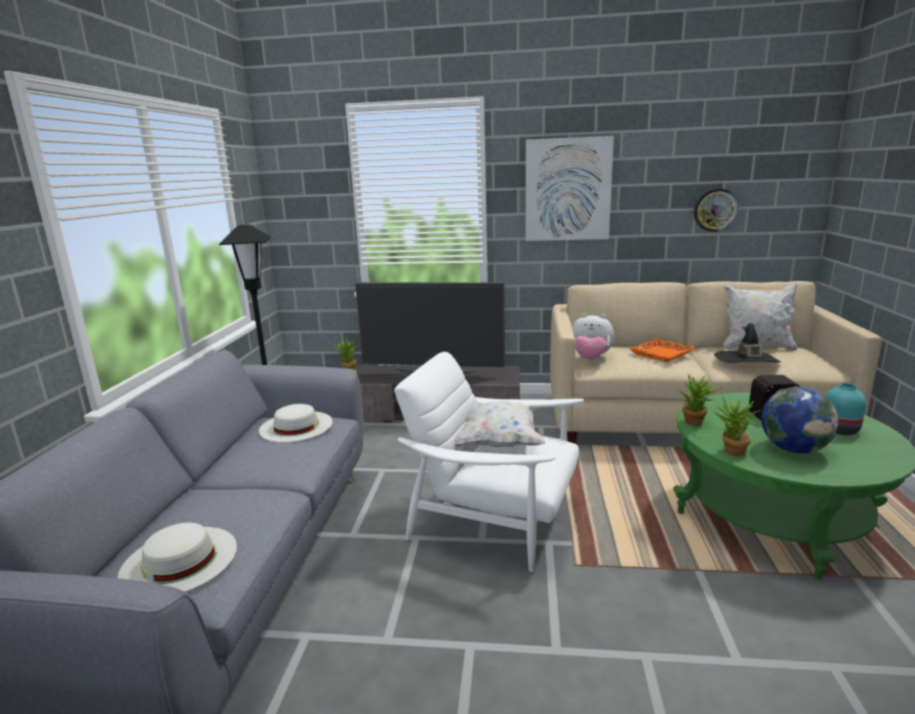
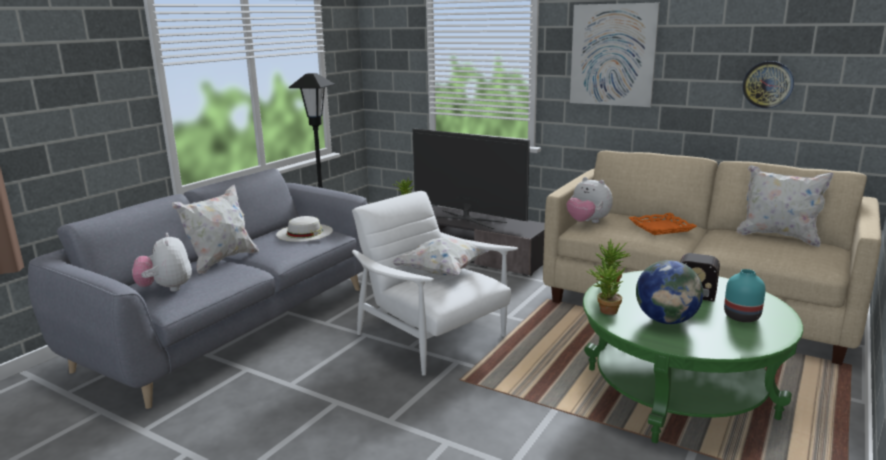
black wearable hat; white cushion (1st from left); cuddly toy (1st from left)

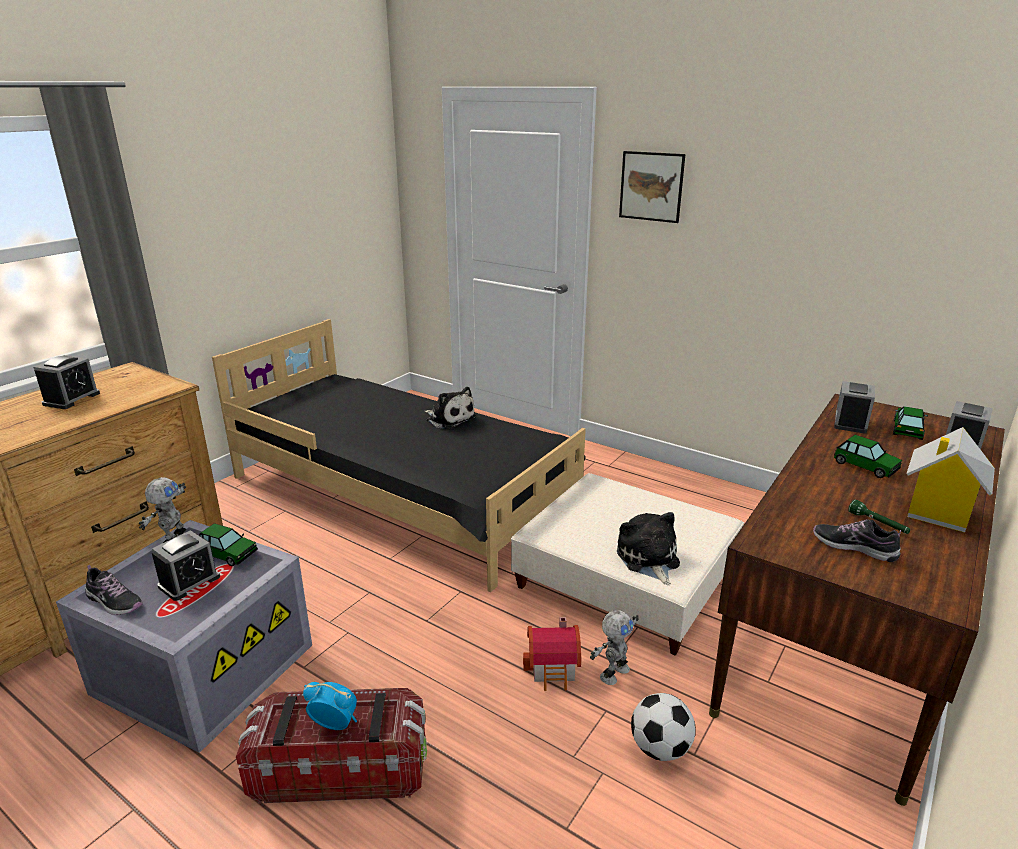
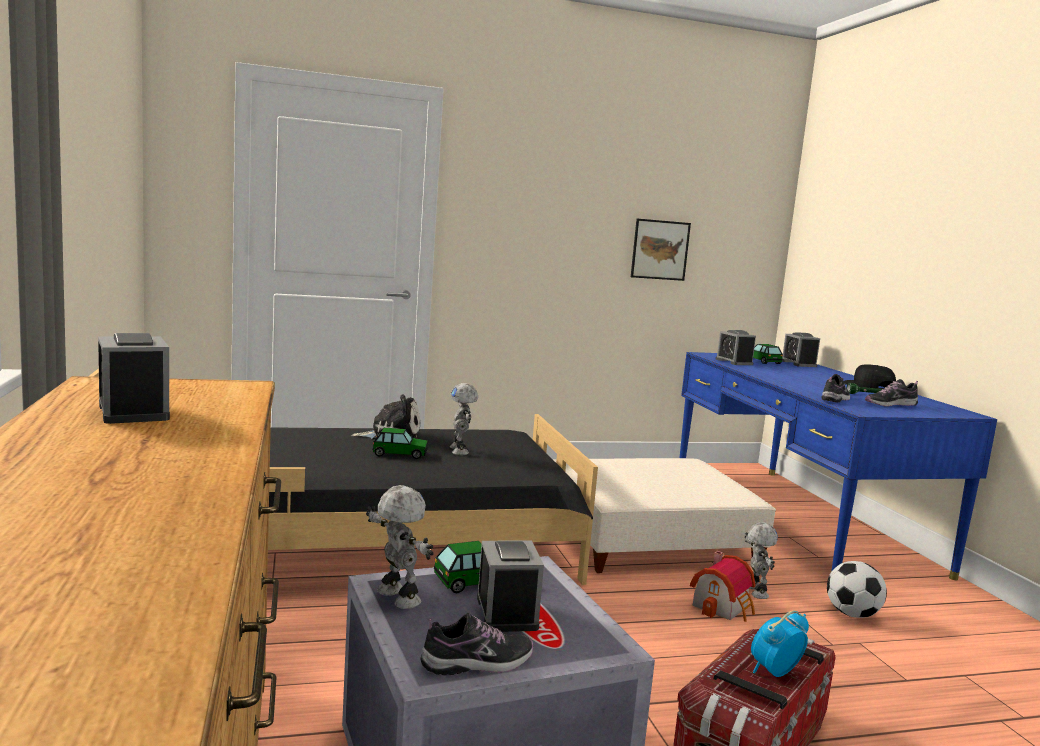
cuddly toy (2nd from left in the first image); model robot (2nd from left); low shoe (2nd from left); picture; toy car (1st from left); black cap; bluish desk

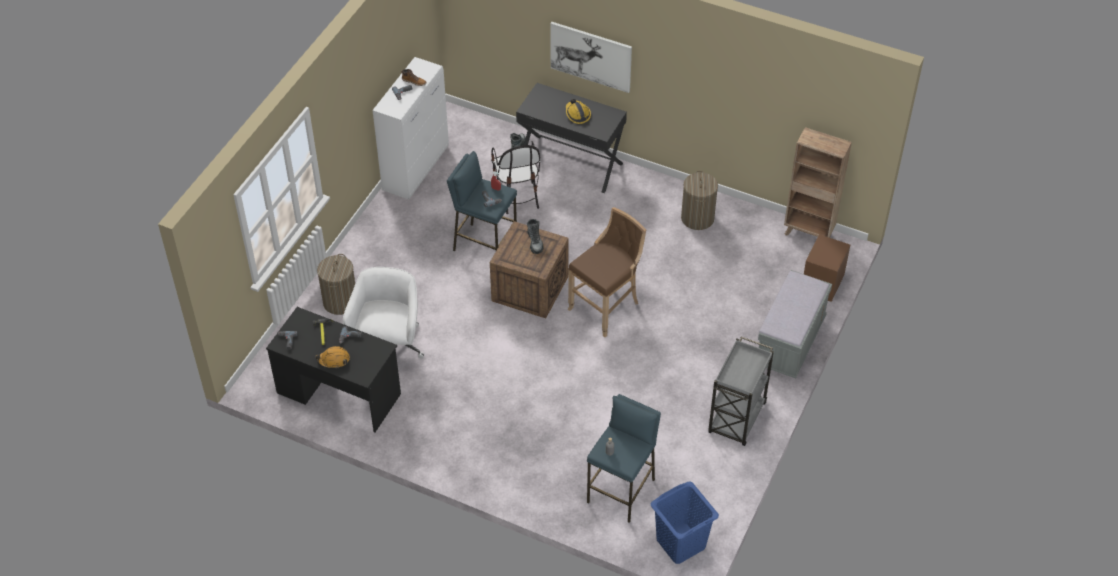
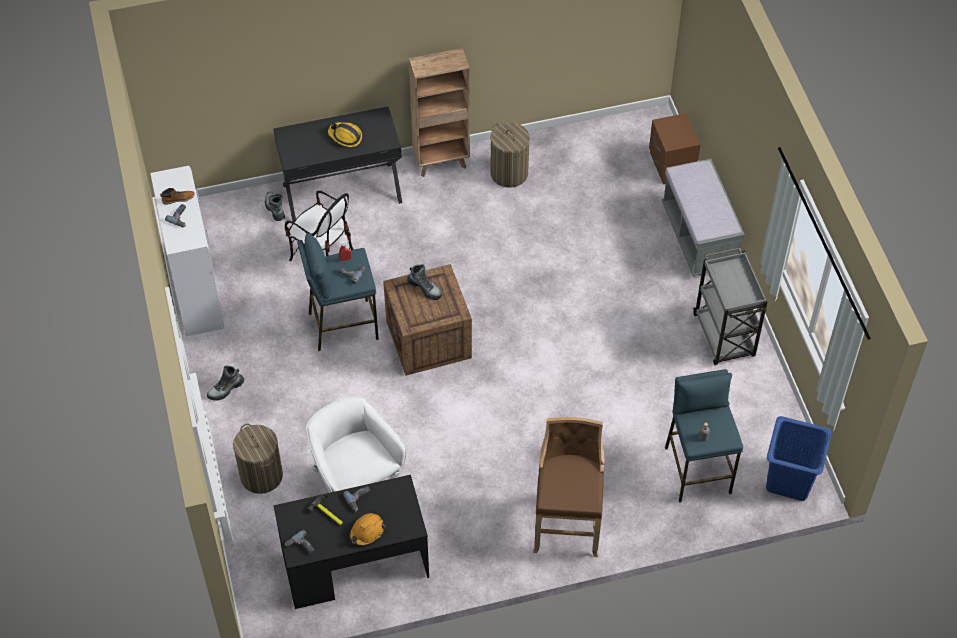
picture; high-top boot (2nd from left); brown stool seat; brown bookcase

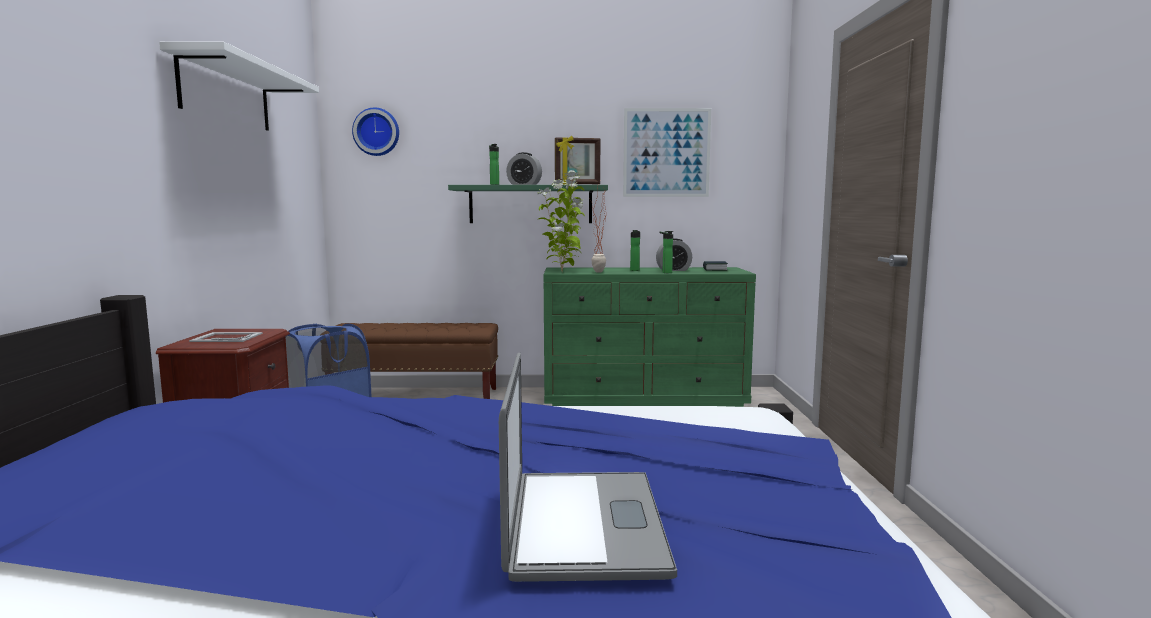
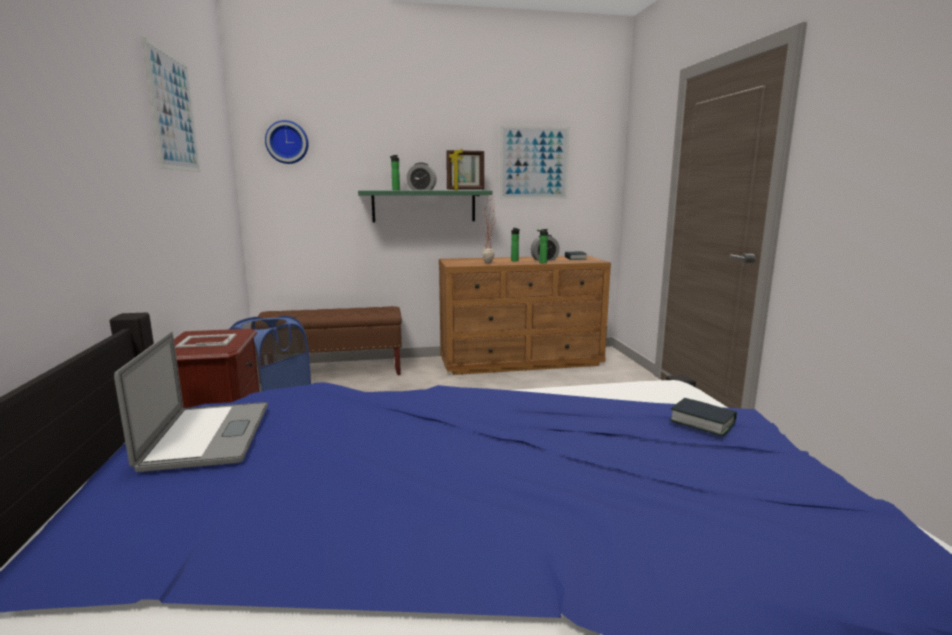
potted plant (1st from left in the first image); volume (2nd from left); portable computer; picture (1st from left); brown chest of drawers

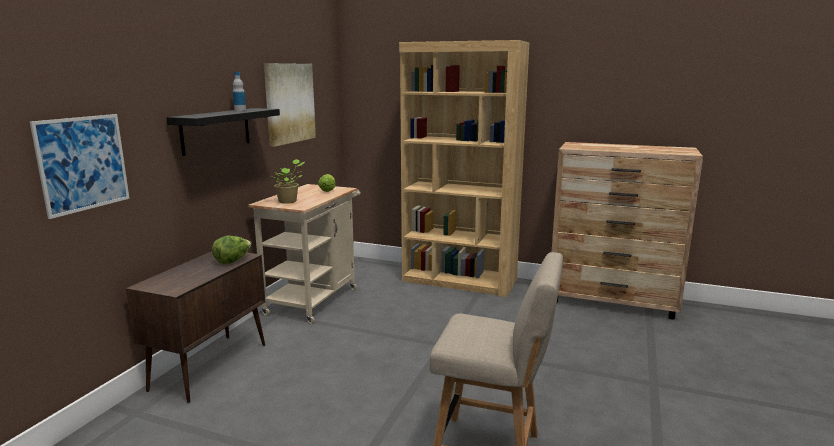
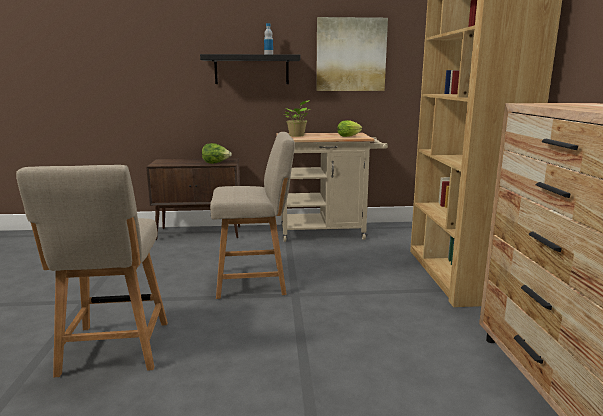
picture (1st from left in the first image); sand-coloured chair (2nd from left)

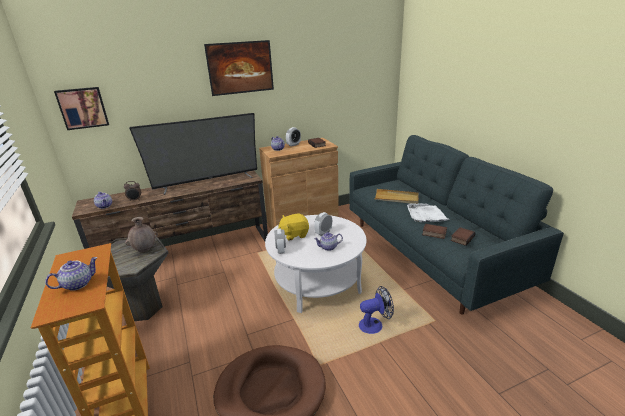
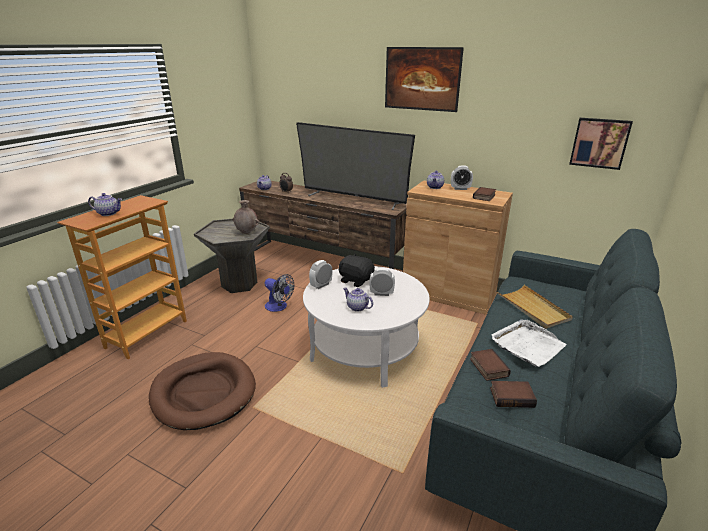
picture (2nd from left); fan; black cuddly toy

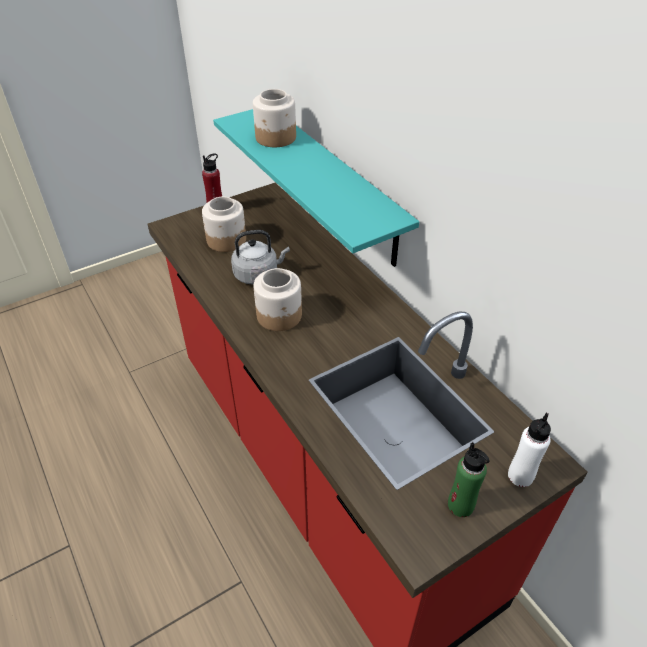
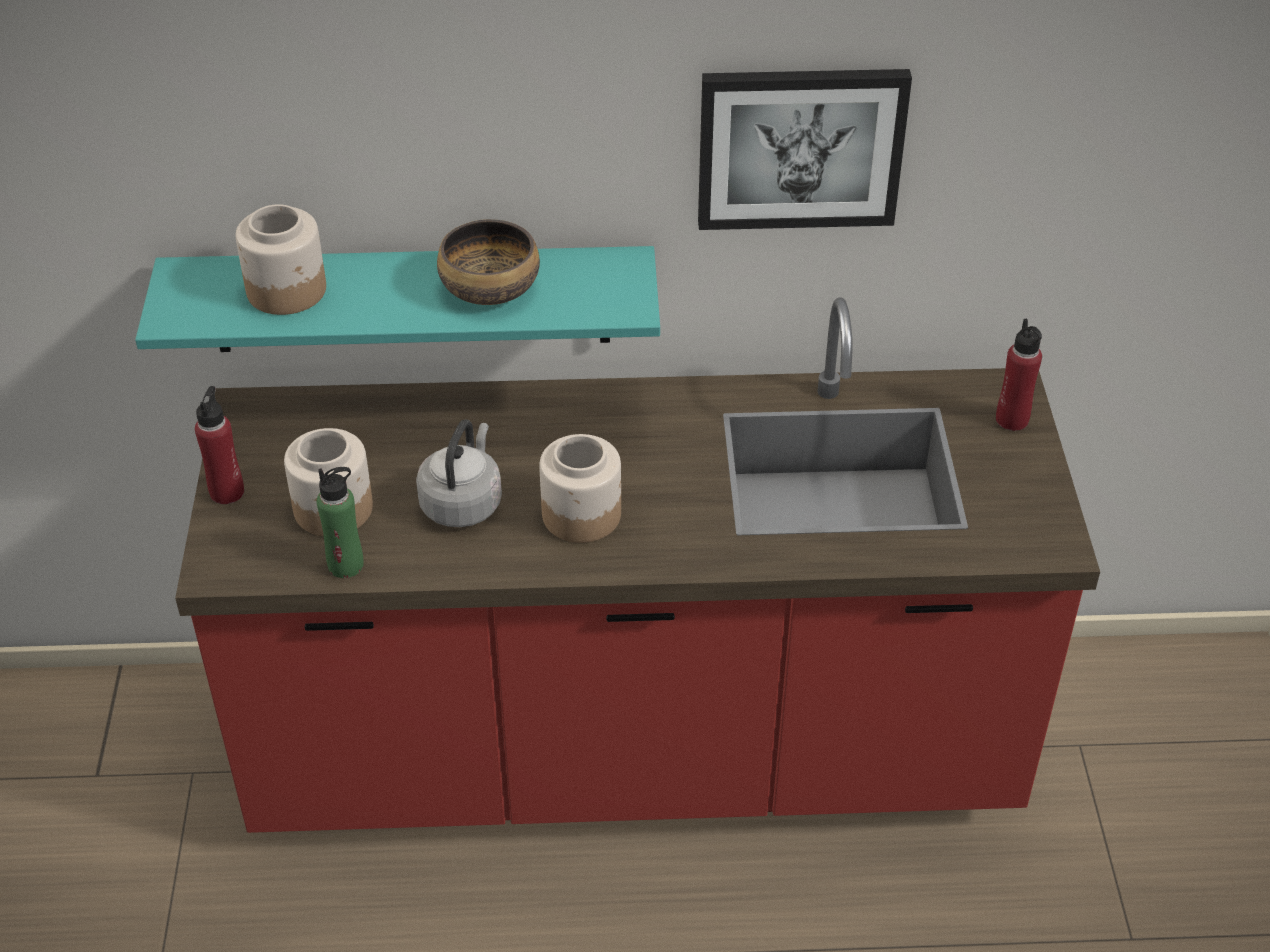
deep dish; picture; green-coloured bottle; red-coloured bottle (2nd from left)

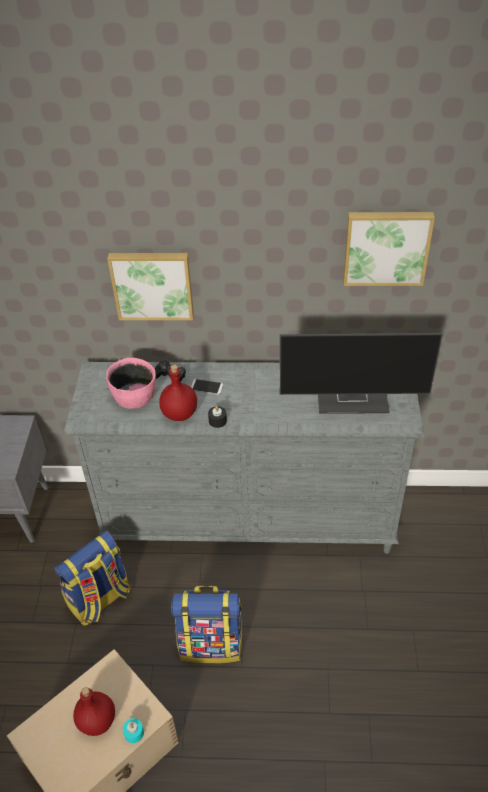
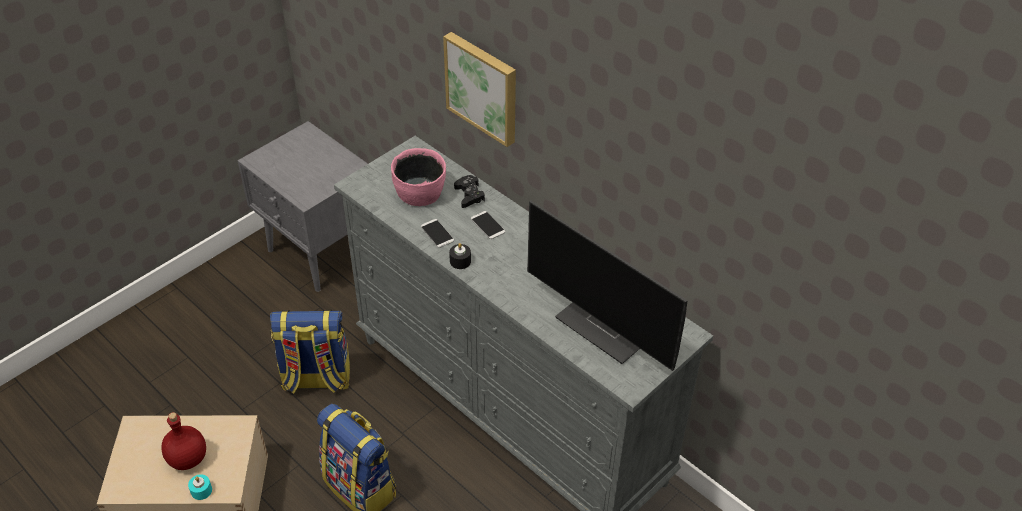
picture (2nd from left in the first image); phone (1st from left)

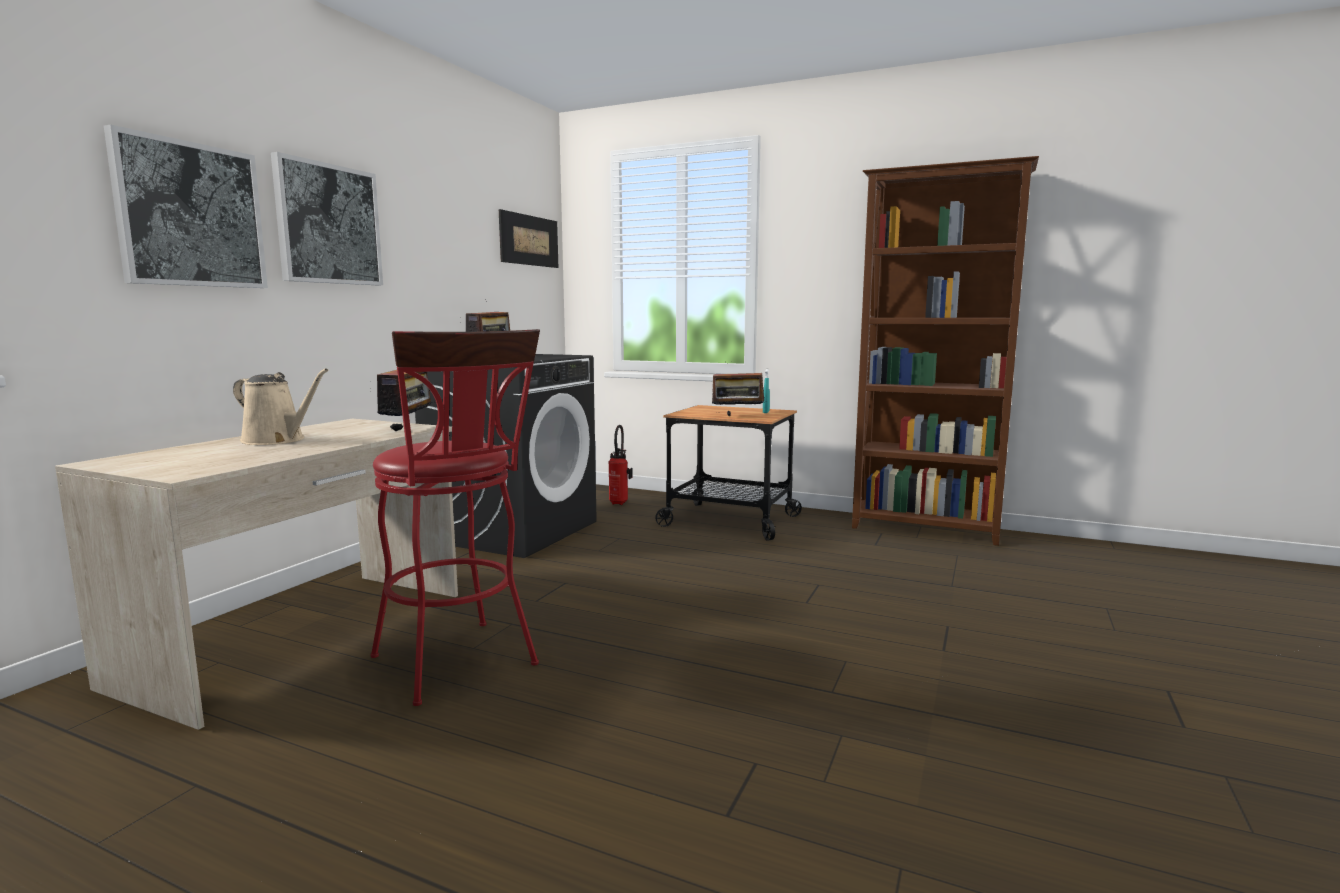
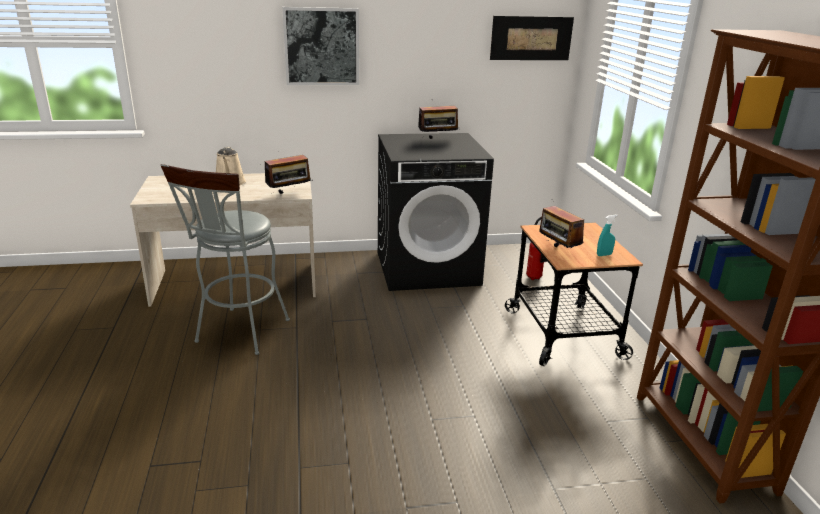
picture (1st from left in the first image); grey stool seat

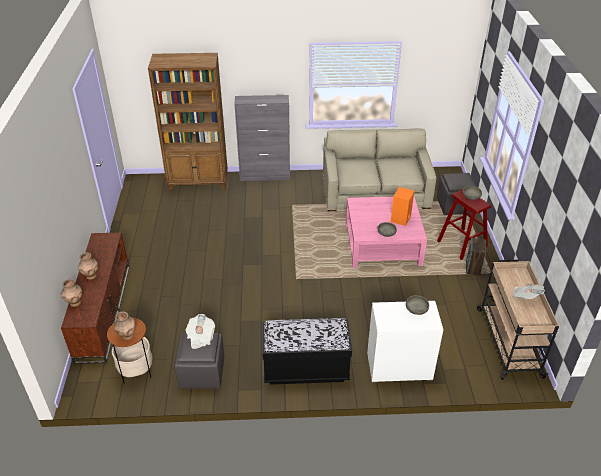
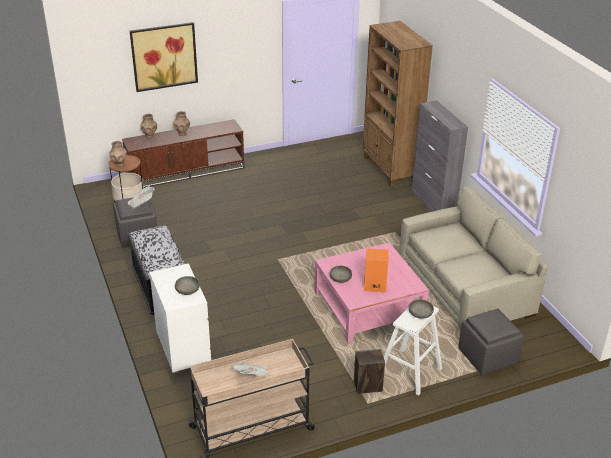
picture; white stool seat

